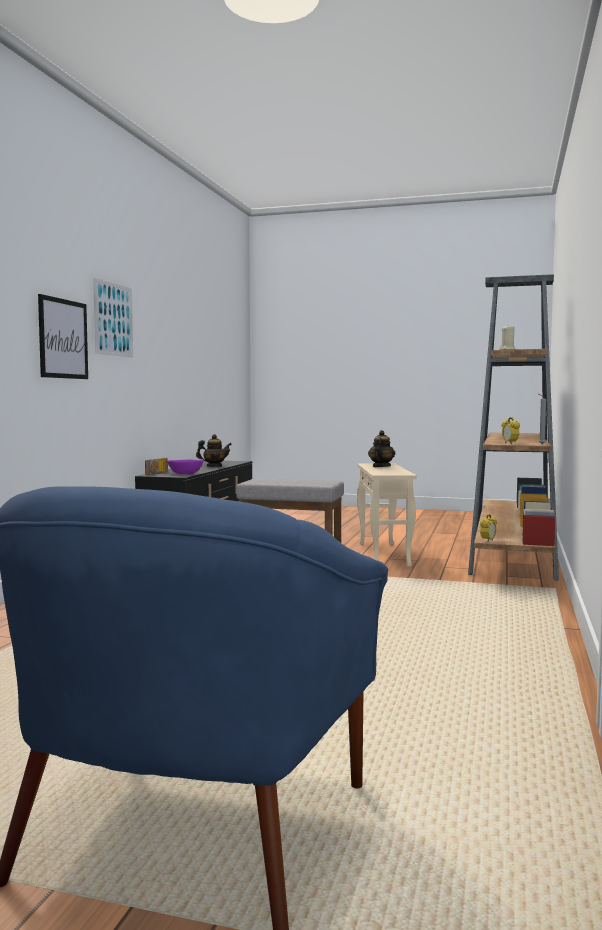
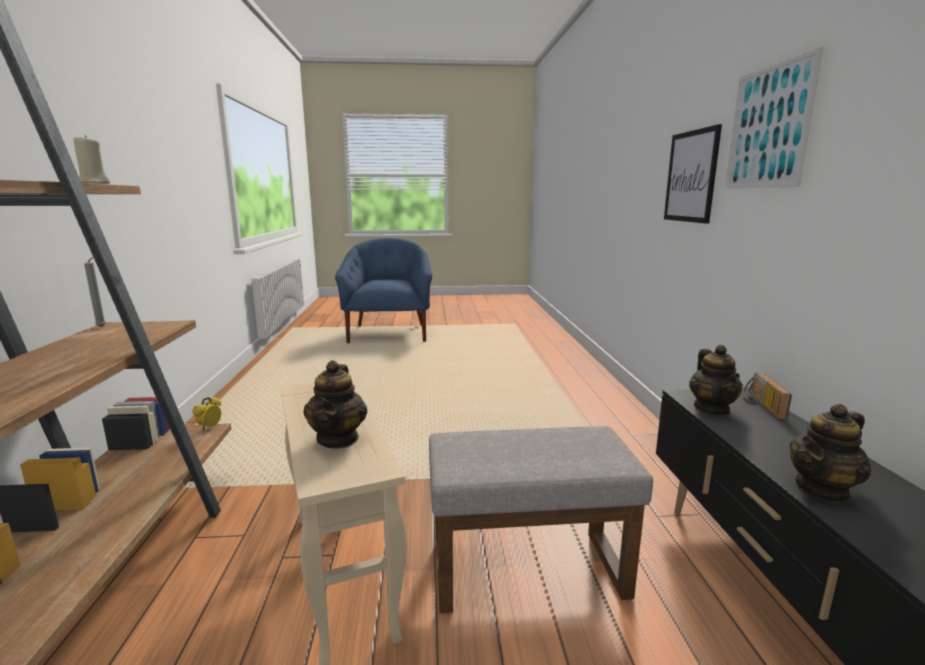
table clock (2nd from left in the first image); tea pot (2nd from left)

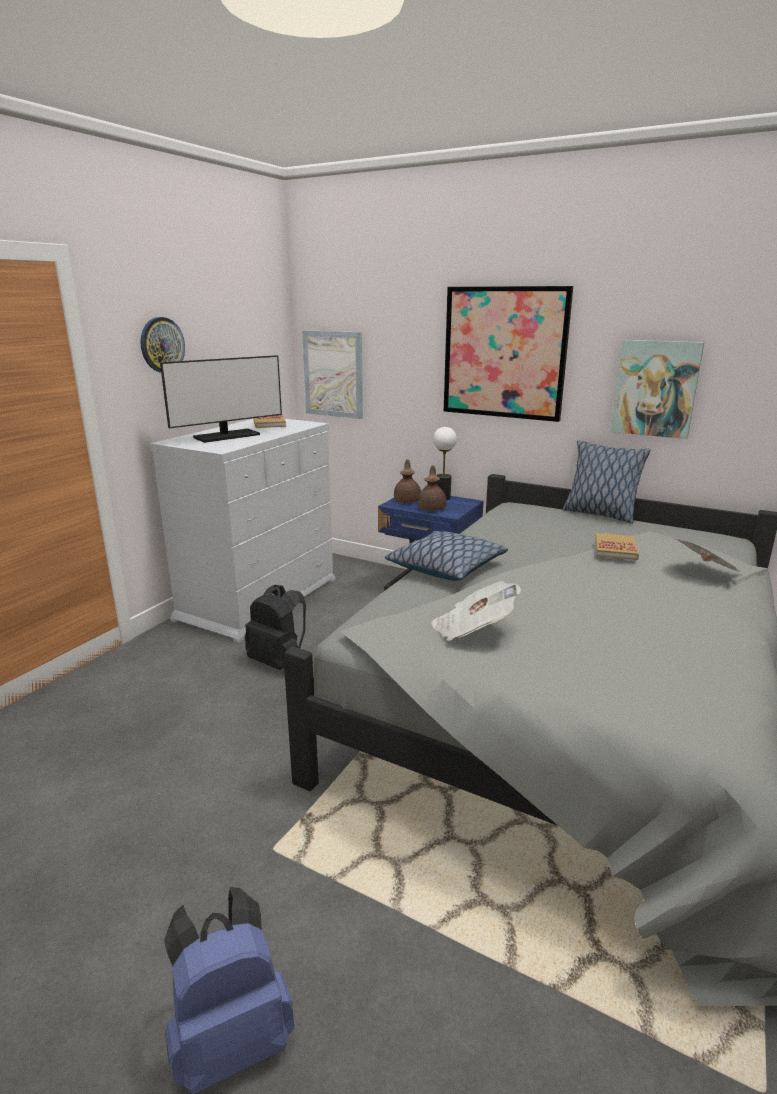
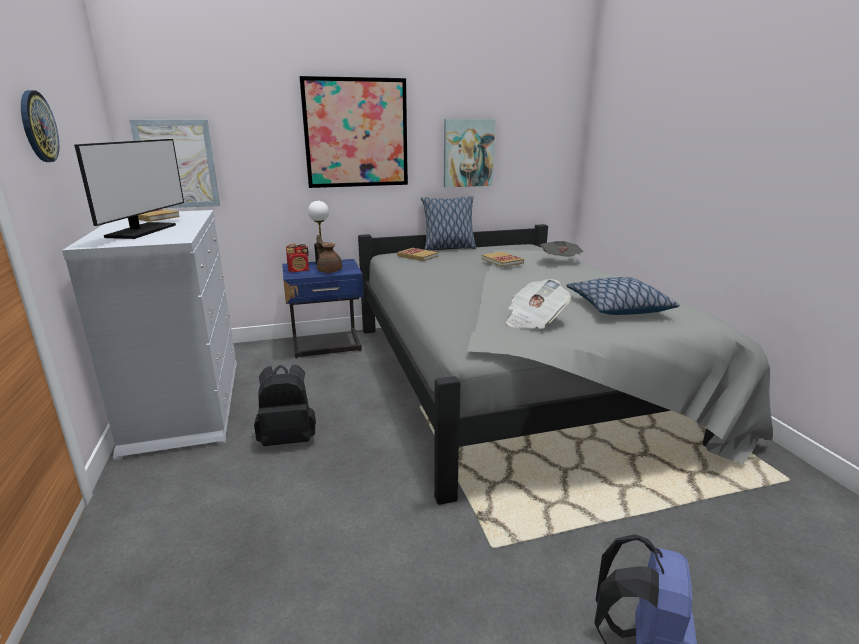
volume (2nd from left); cushion (2nd from left); radio set

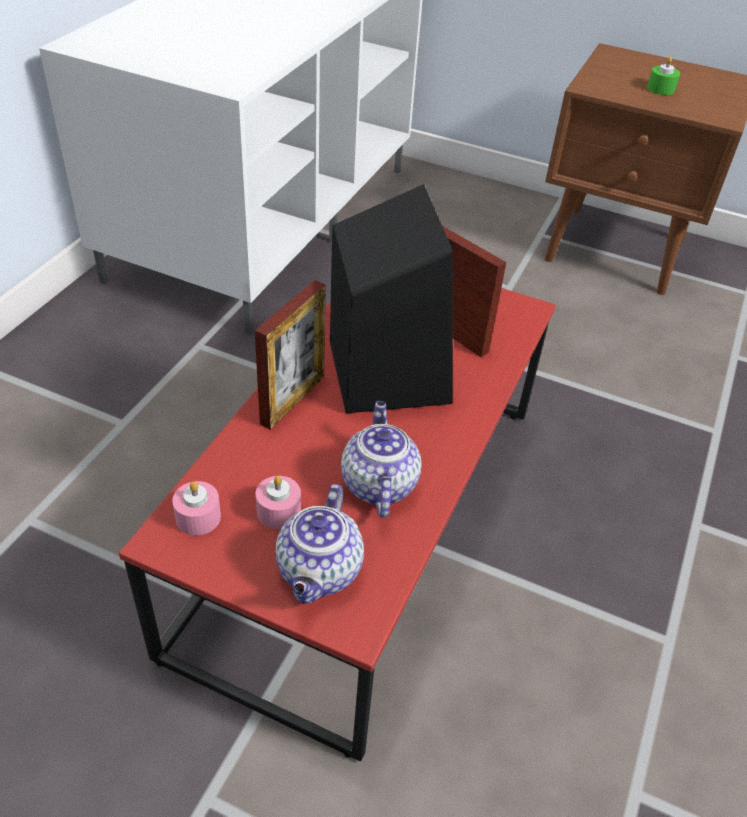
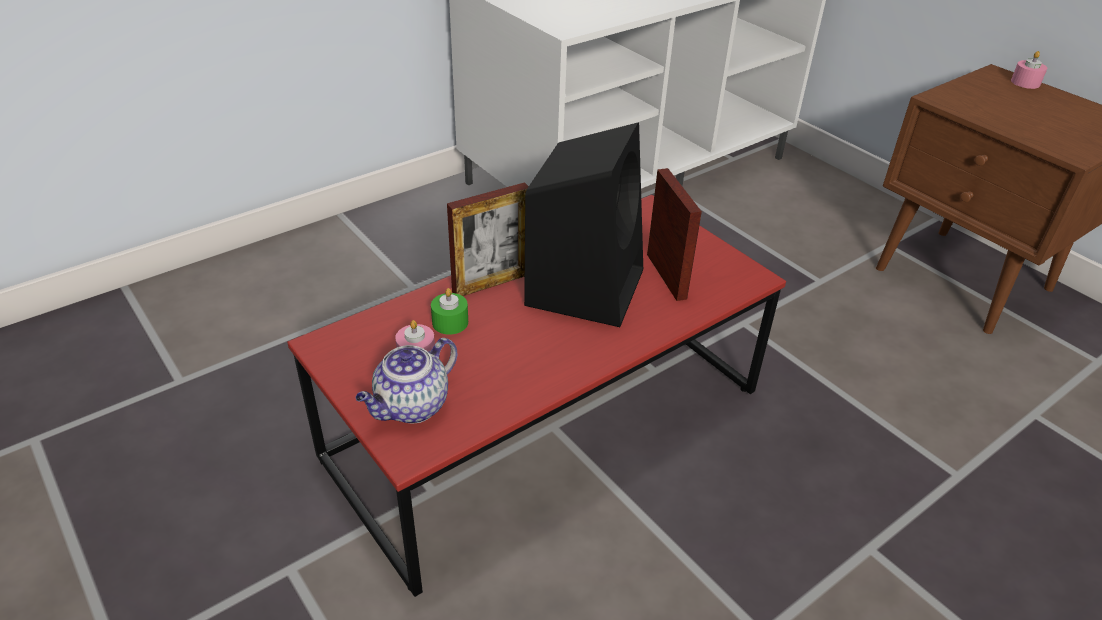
tea pot (2nd from left in the first image); pinkish candle (2nd from left); green-coloured candle

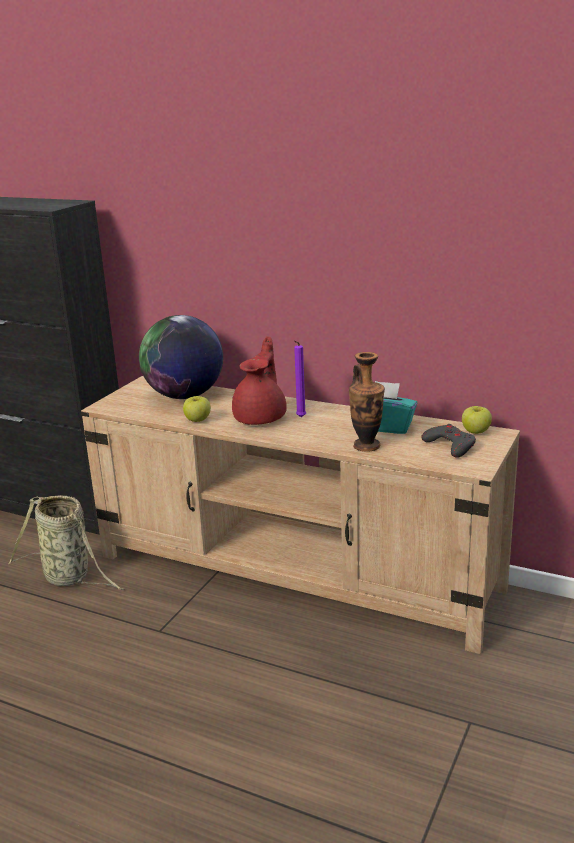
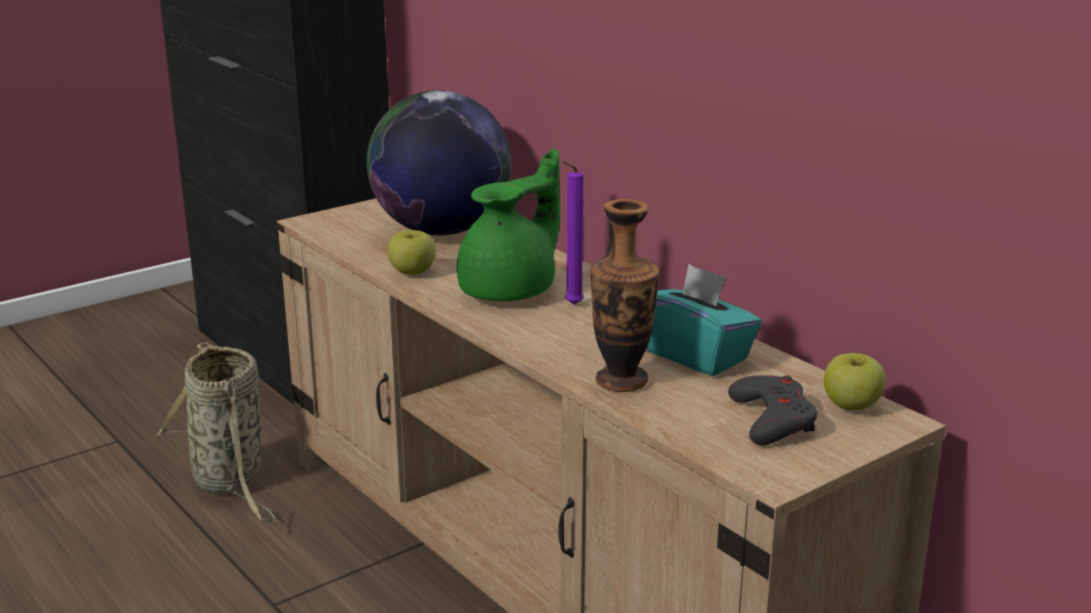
green-coloured tea pot

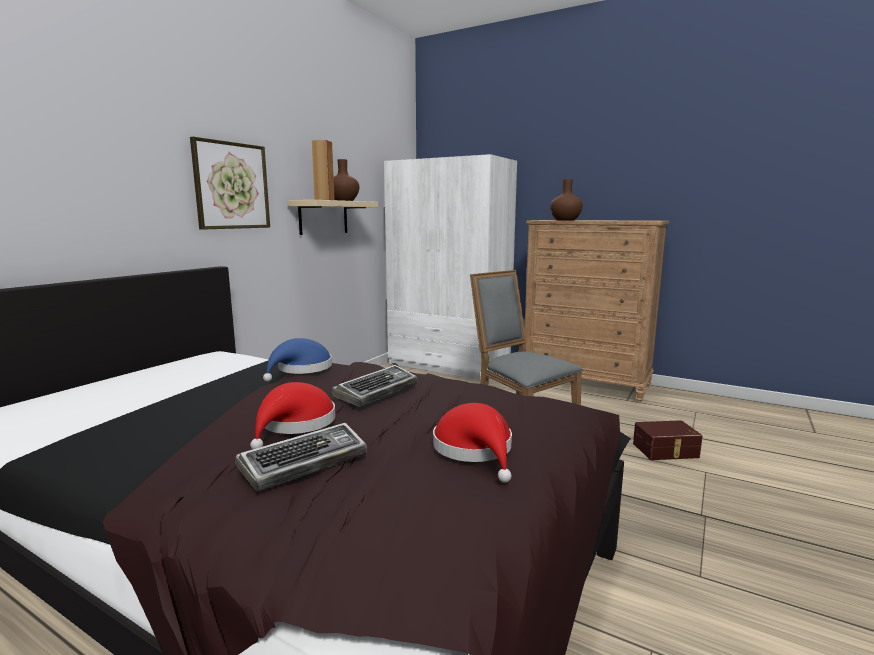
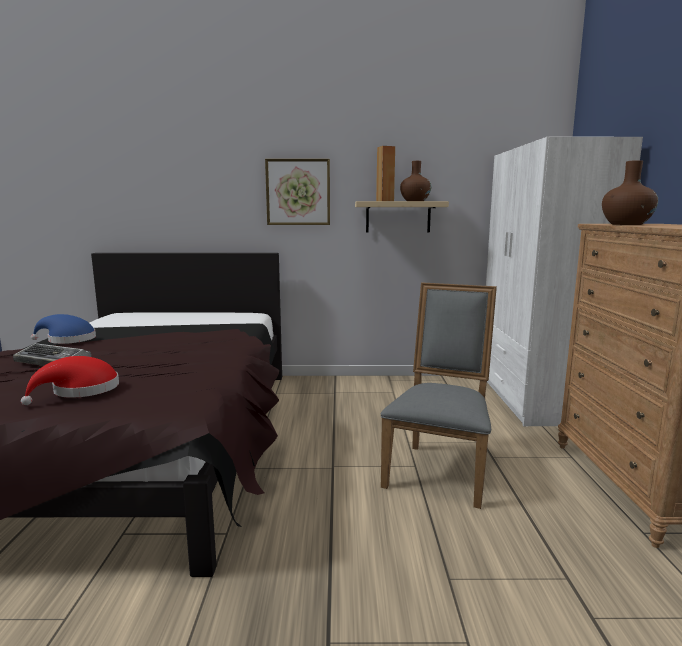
red-coloured wearable hat (1st from left in the first image); keyboard (2nd from left in the first image); brown storage box; bluish wearable hat

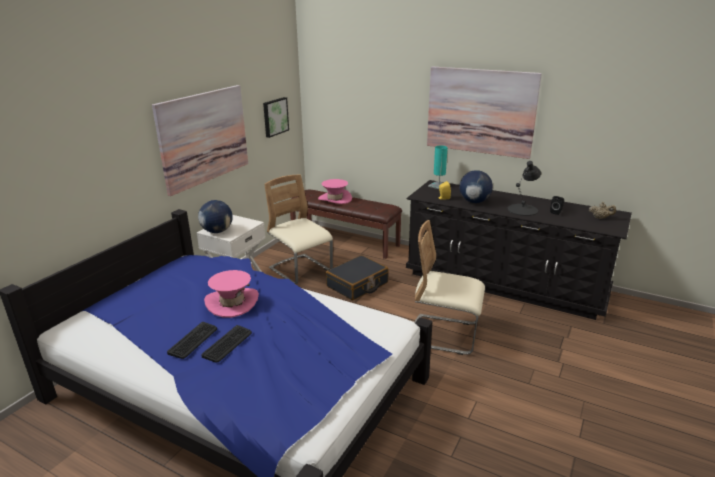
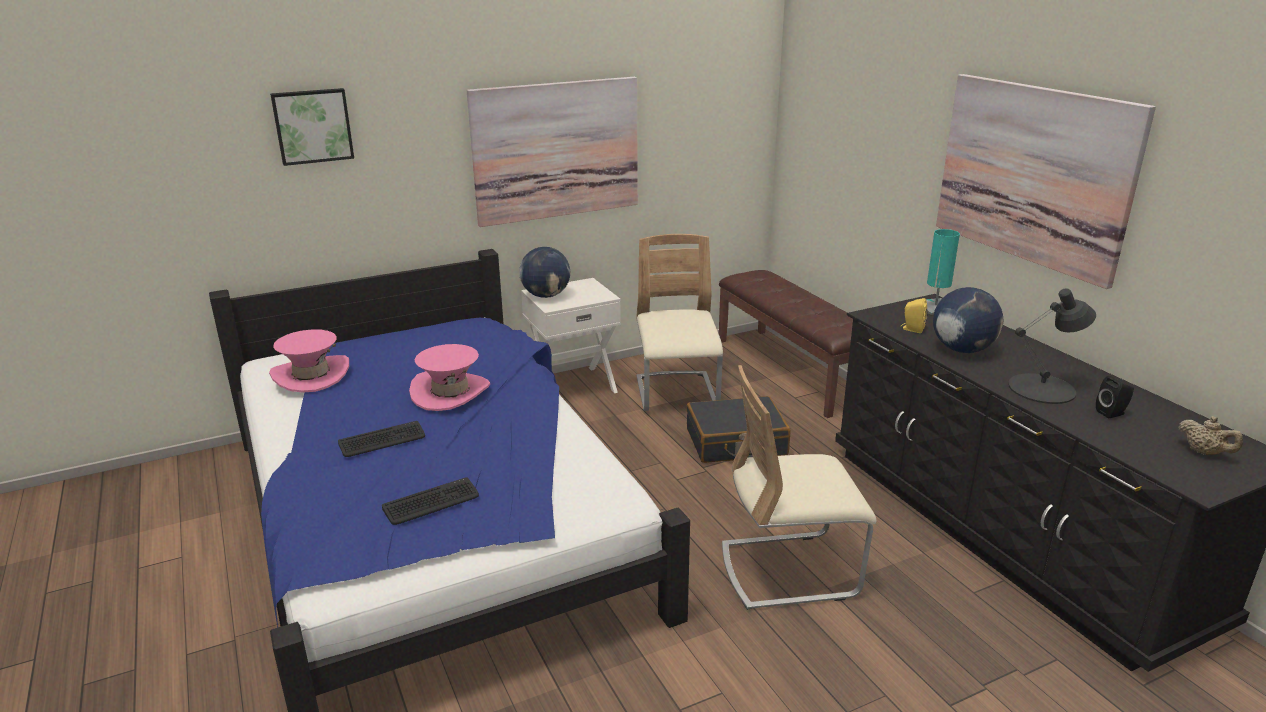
keyboard (2nd from left); picture (1st from left); pinkish wearable hat (1st from left); sand-coloured chair (2nd from left)

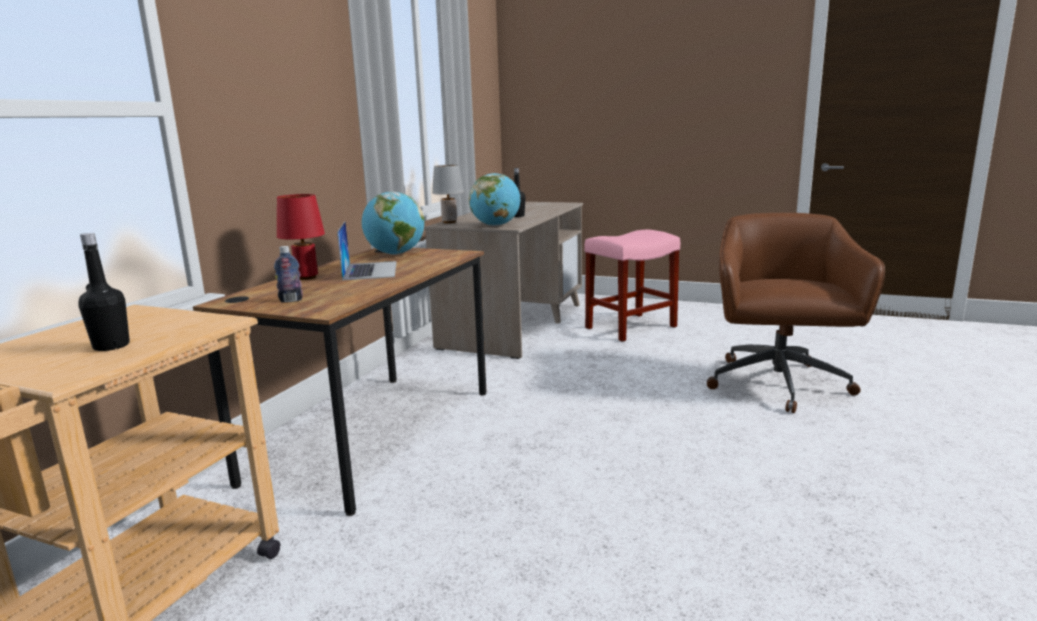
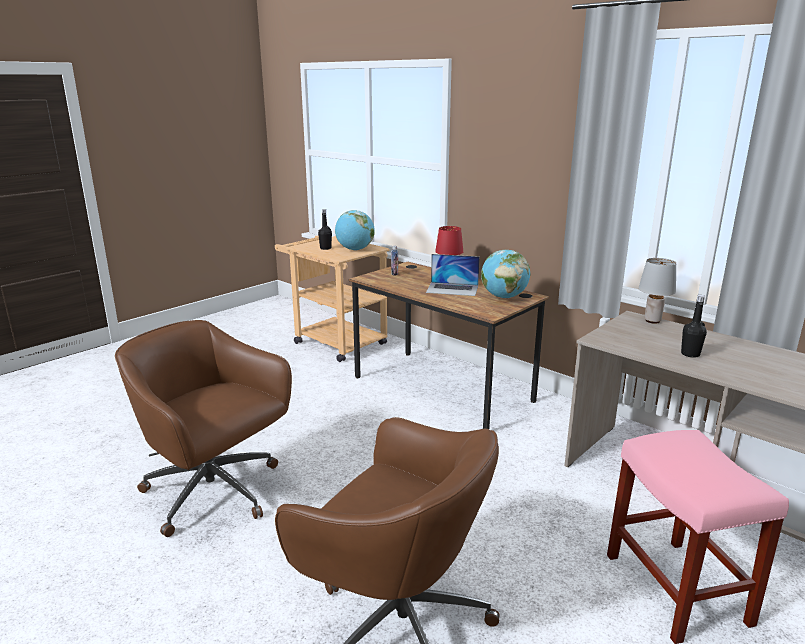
brown desk chair (1st from left); world globe (1st from left)

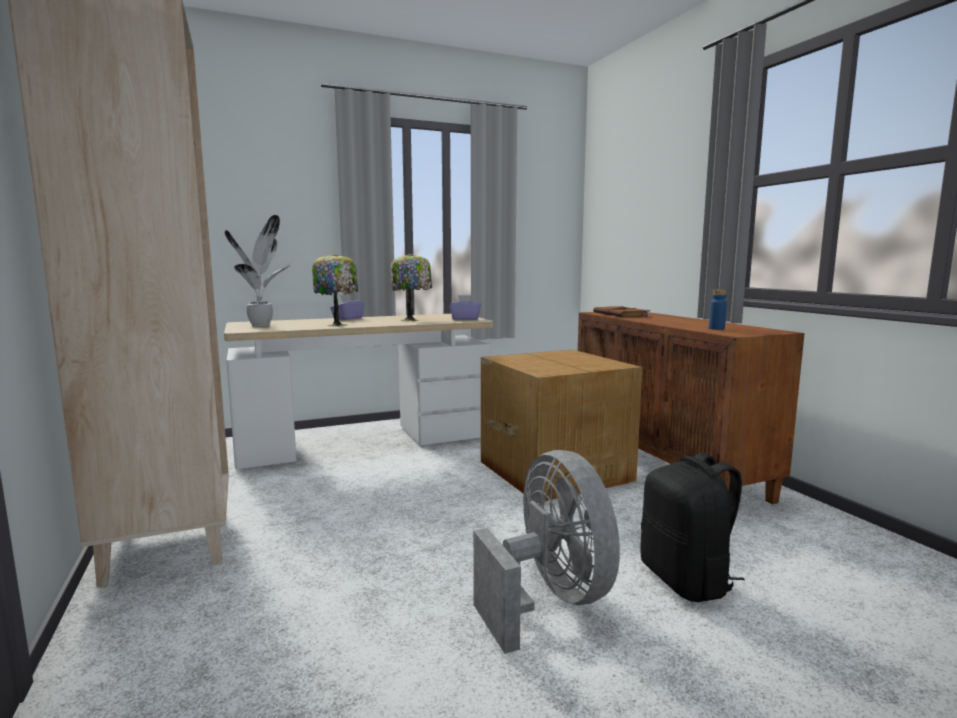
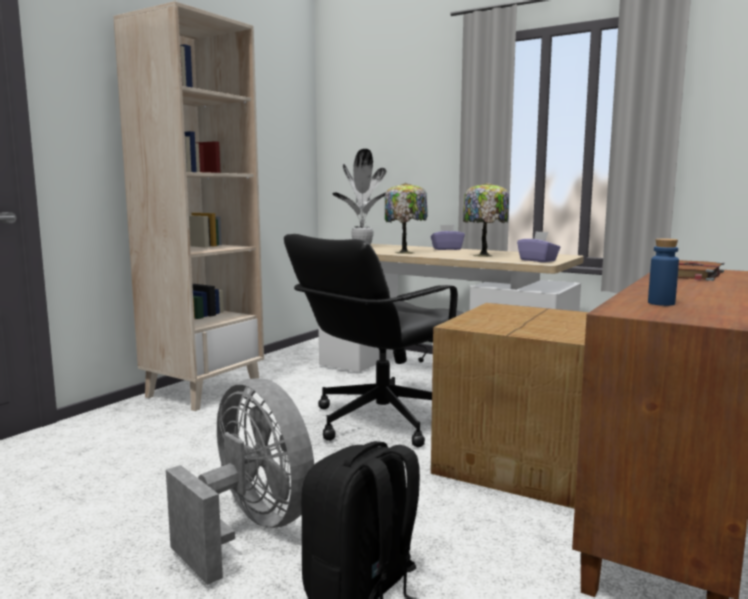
black desk chair; grey fan

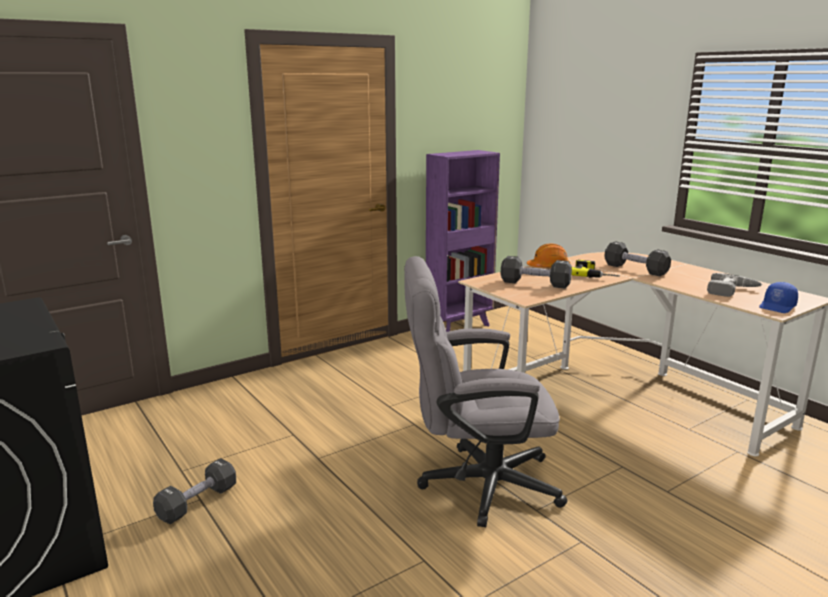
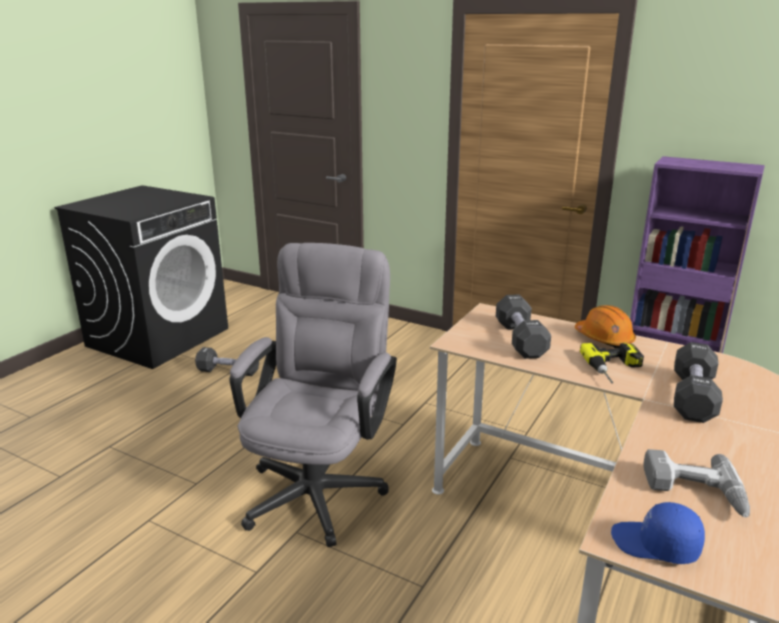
grey desk chair

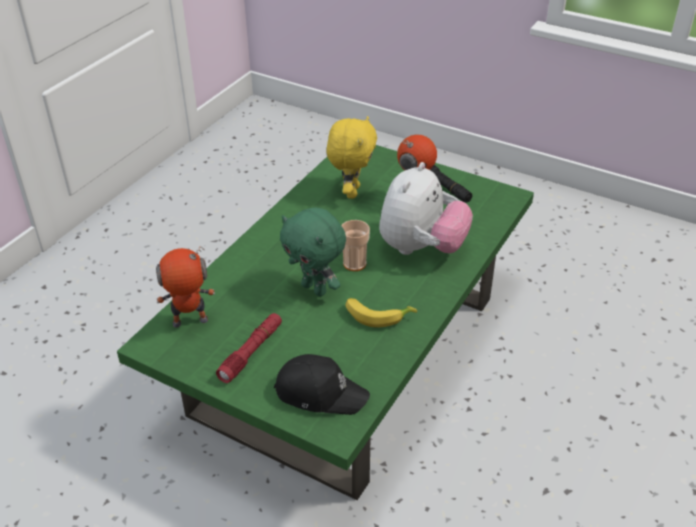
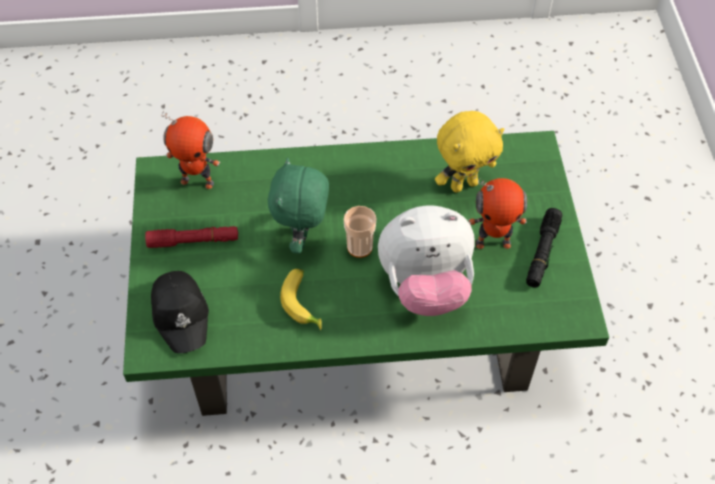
model robot (1st from left)

